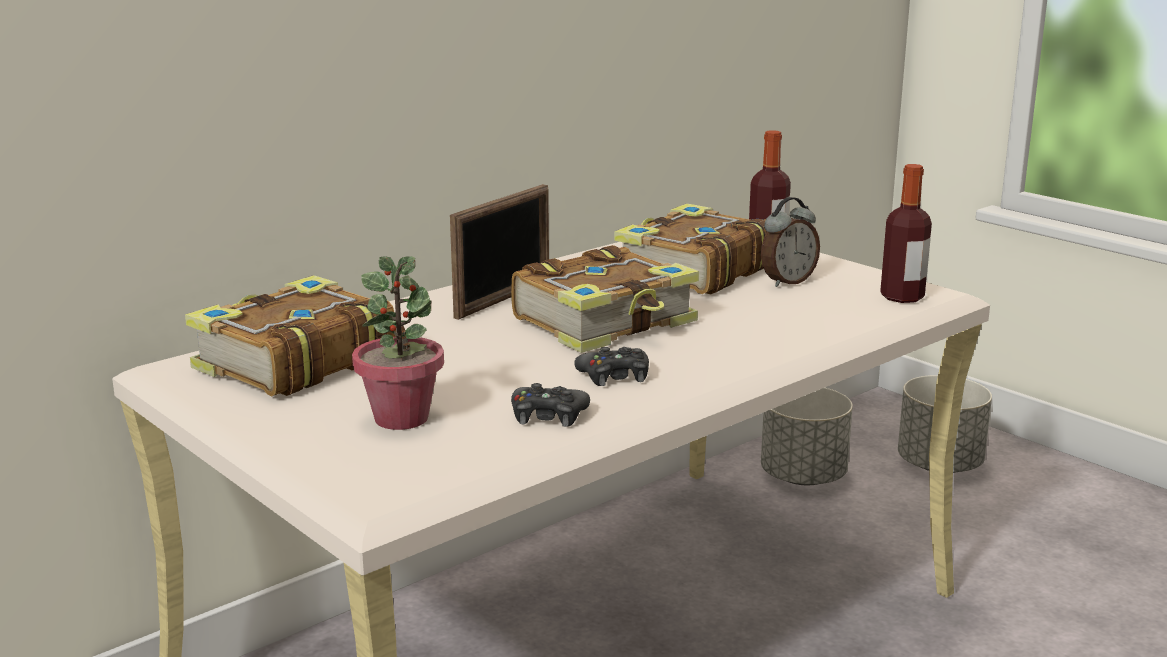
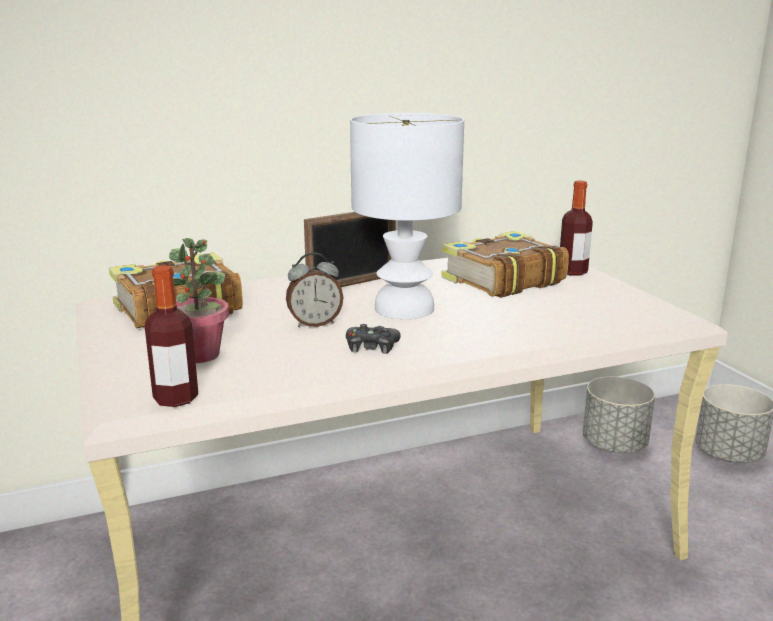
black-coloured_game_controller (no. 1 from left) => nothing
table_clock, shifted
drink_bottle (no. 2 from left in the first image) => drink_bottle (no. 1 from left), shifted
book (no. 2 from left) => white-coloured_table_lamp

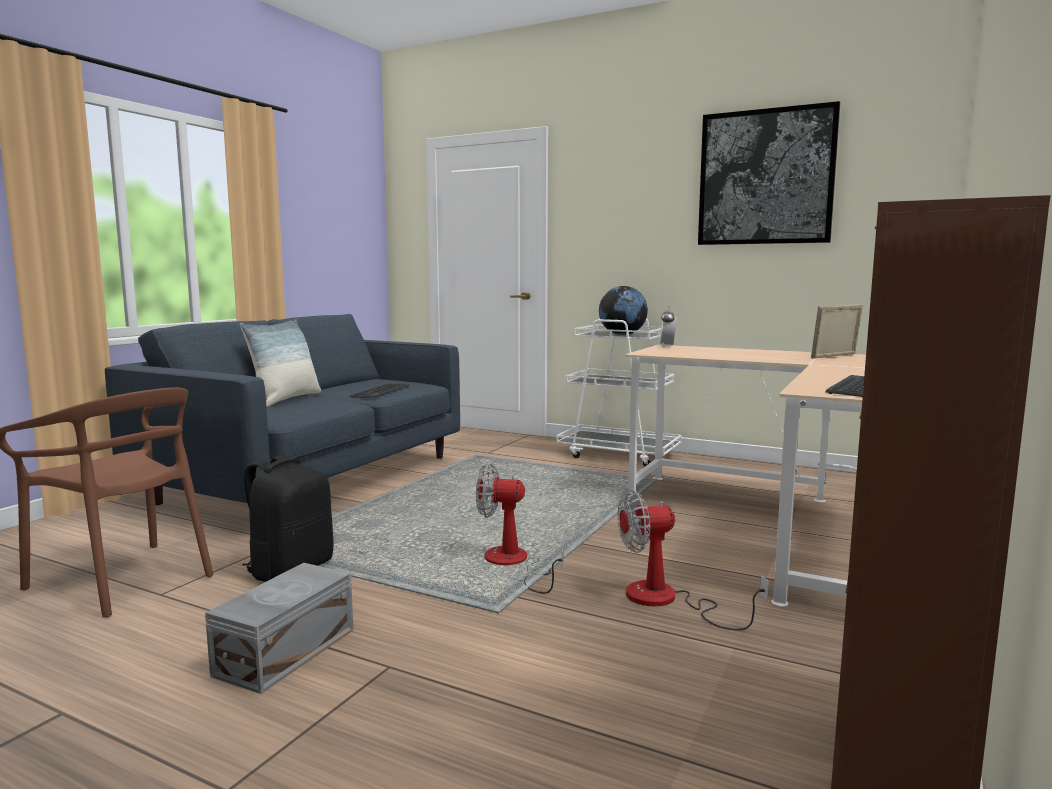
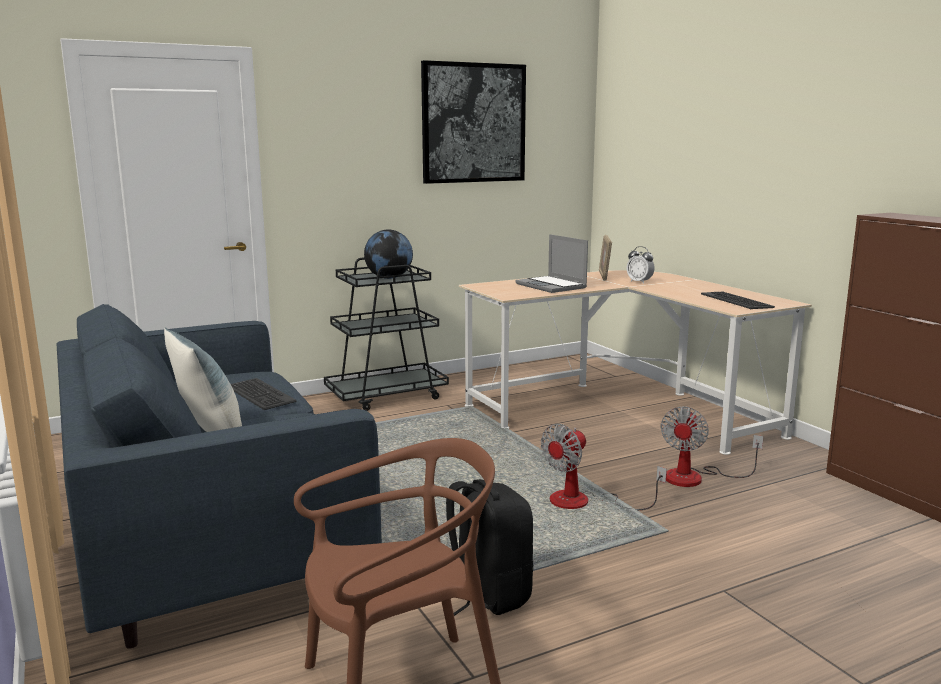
gray_storage_bin => nothing
nothing => laptop
table_clock, shifted
white-coloured_wheeled_cart => black-coloured_wheeled_cart

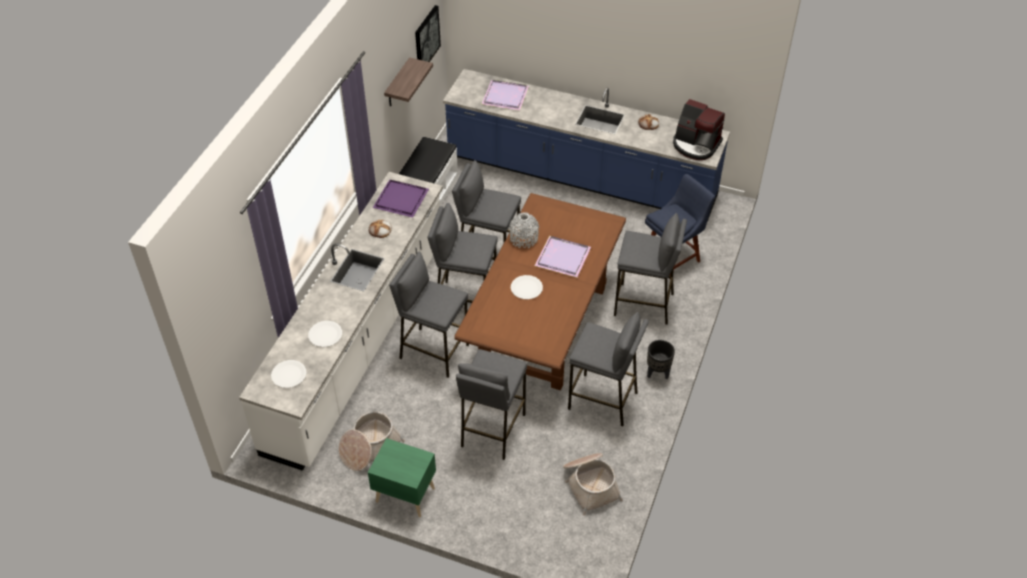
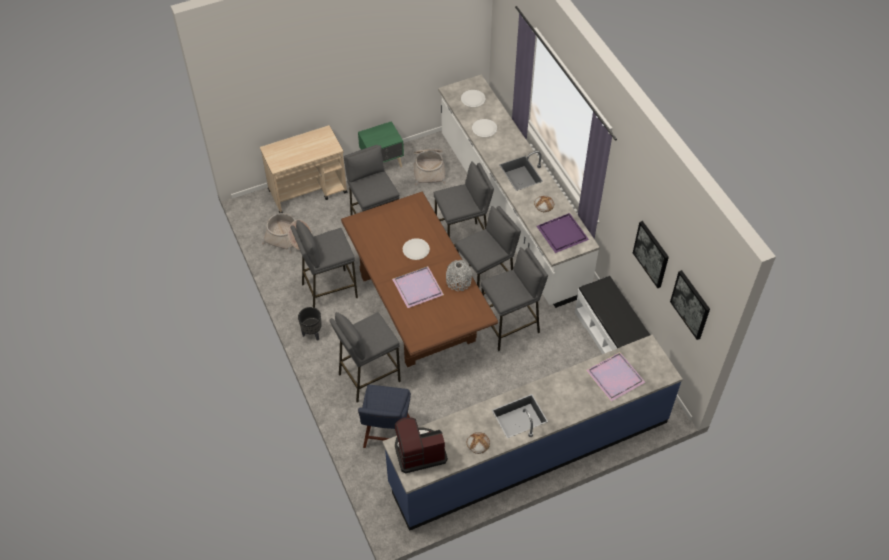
nothing => beige_wheeled_cart
wall_shelf => wall_art (no. 1 from left)

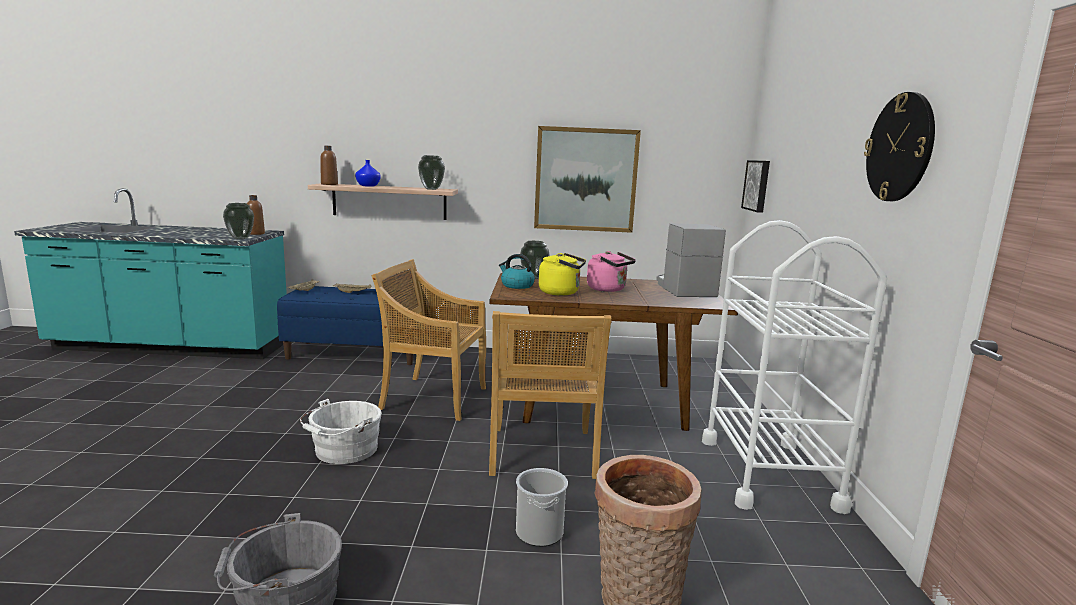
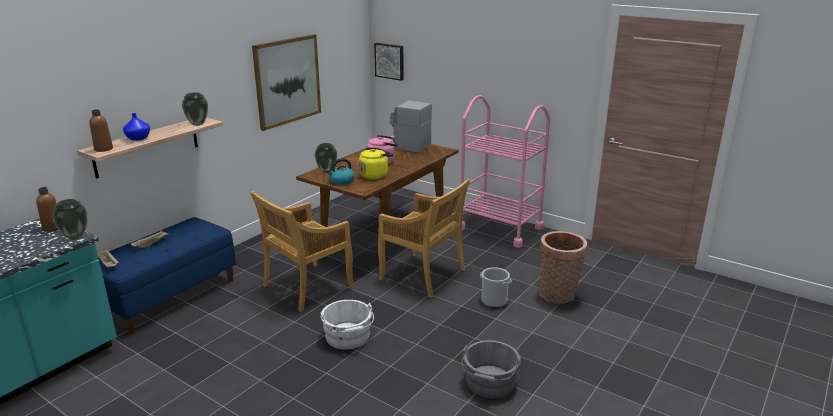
hanging_clock => nothing
white-coloured_wheeled_cart => pink-coloured_wheeled_cart

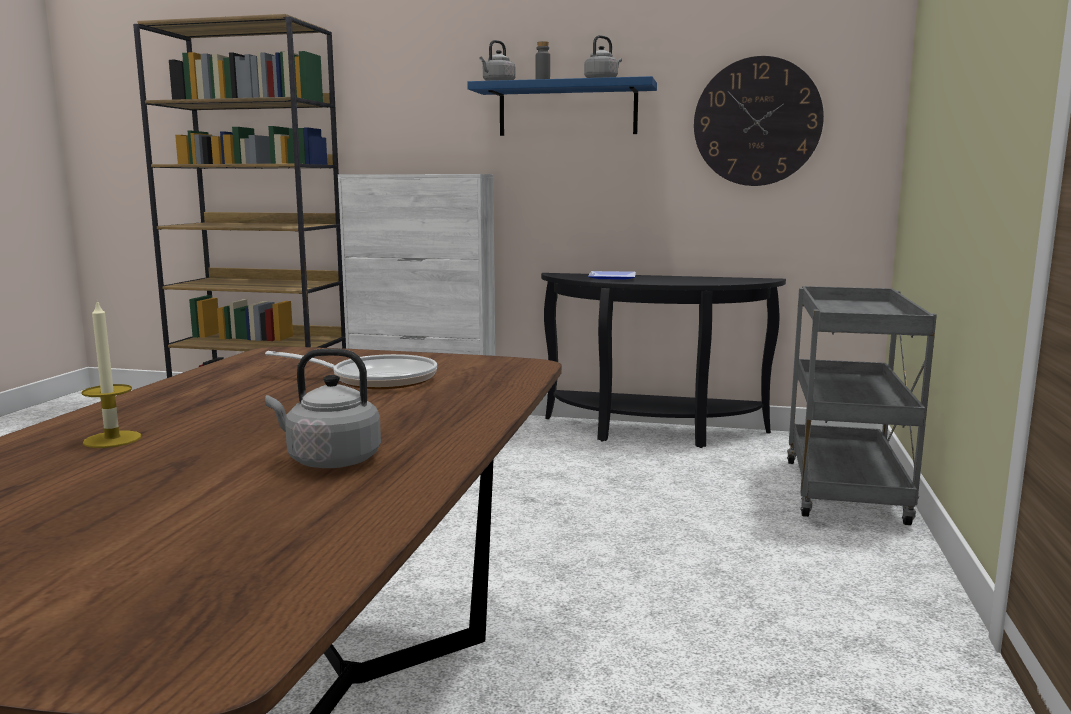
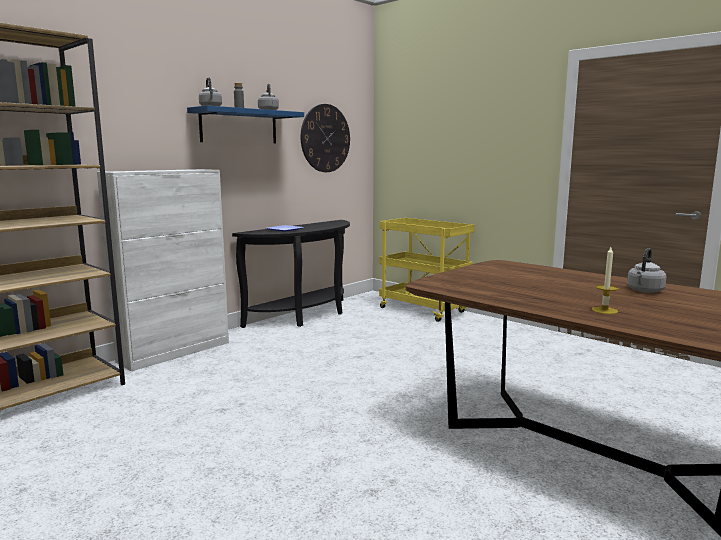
frying_pan => nothing
gray_wheeled_cart => yellow-coloured_wheeled_cart

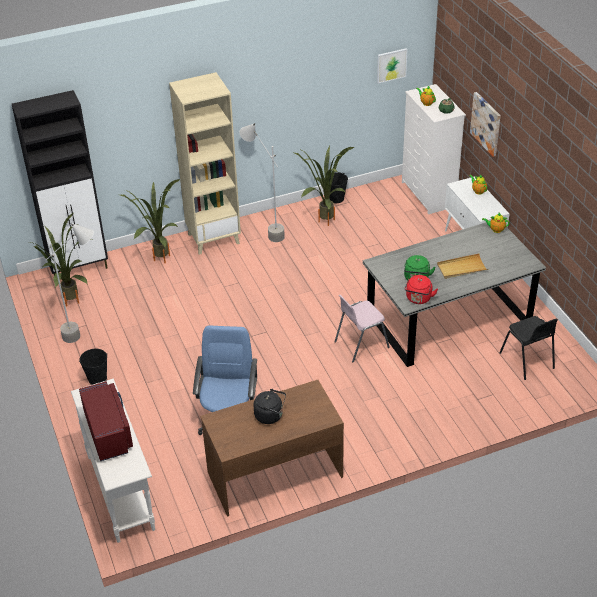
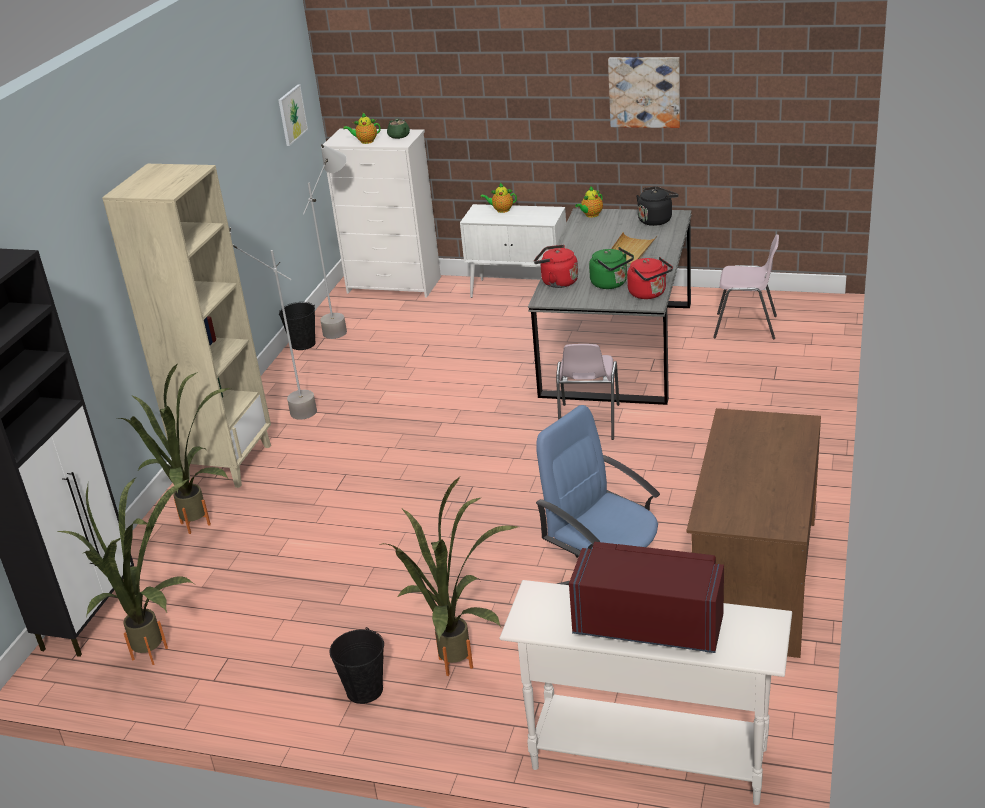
nothing => reddish_water_kettle (no. 1 from left)
gray_floor_lamp (no. 1 from left in the first image) => gray_floor_lamp (no. 2 from left), shifted
black-coloured_water_kettle, shifted
plant_in_a_pot (no. 3 from left), shifted
wall_art (no. 2 from left), shifted
black-coloured_plain_chair => pink-coloured_plain_chair (no. 2 from left)

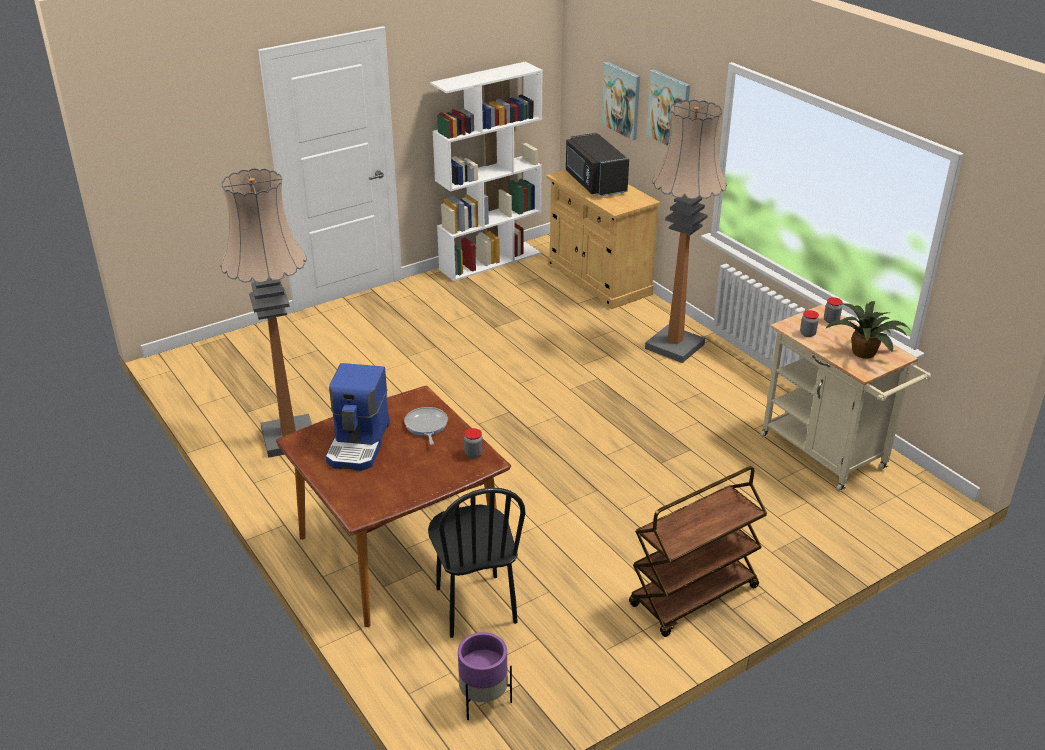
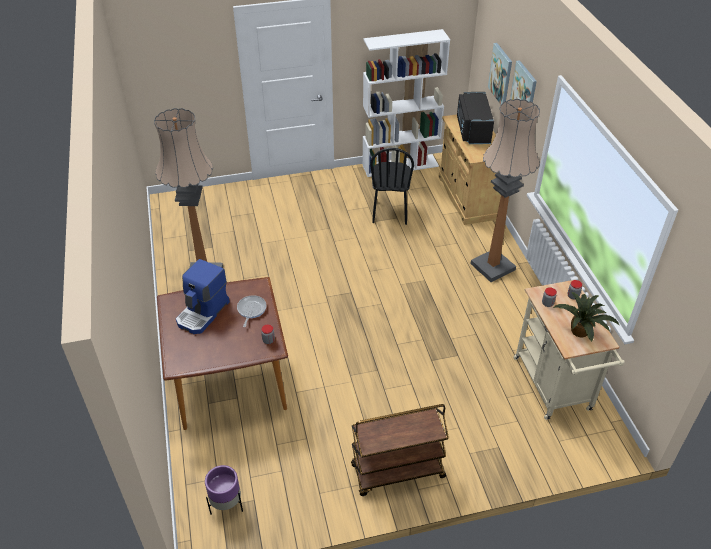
black-coloured_plain_chair, shifted

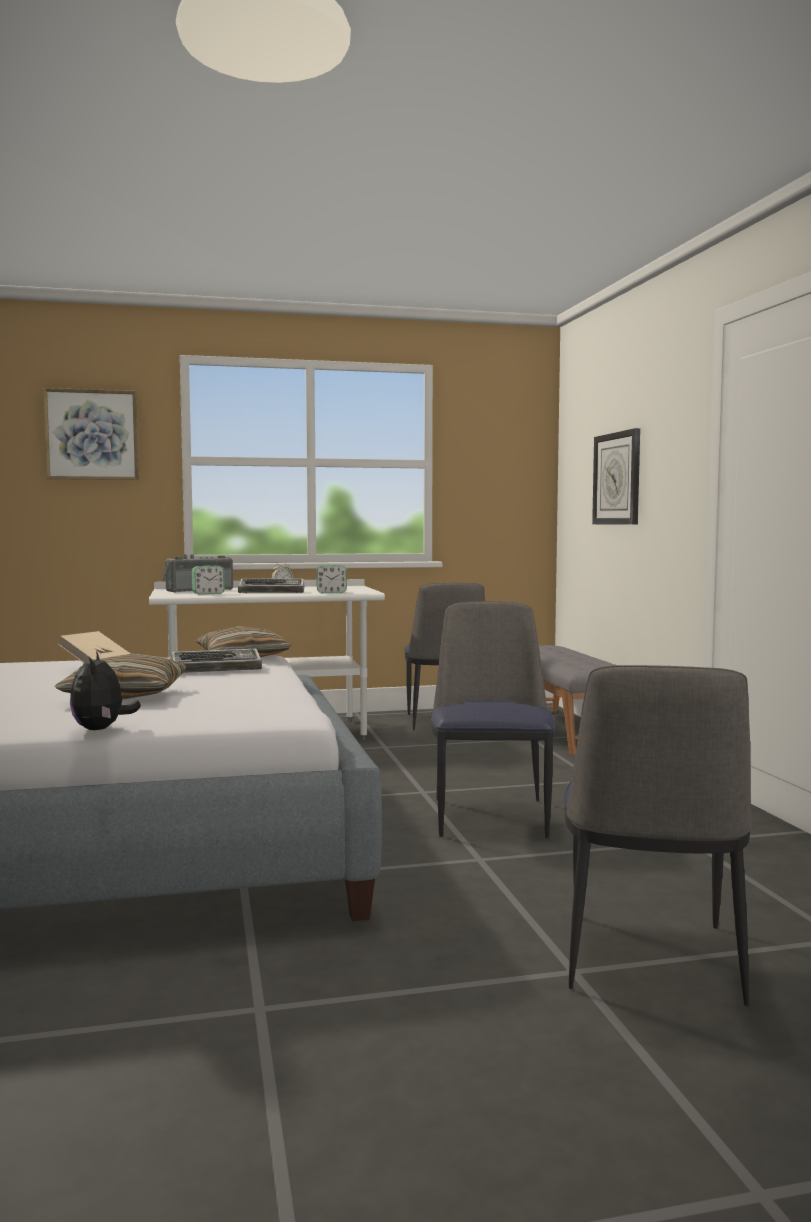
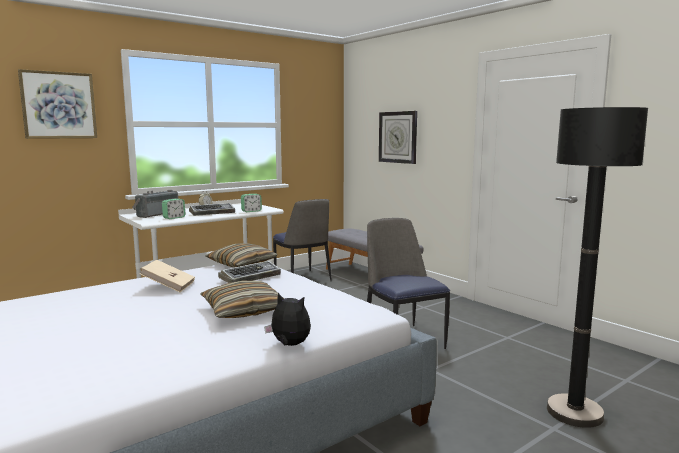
plain_chair (no. 3 from left) => black-coloured_floor_lamp
cuddly_toy, 150 degrees clockwise

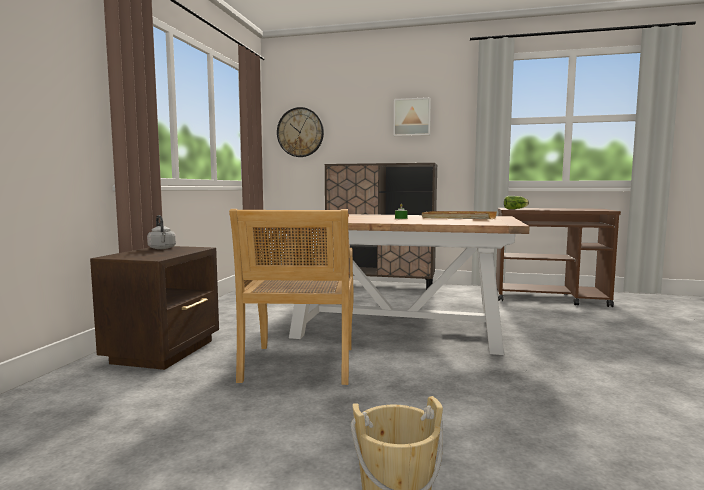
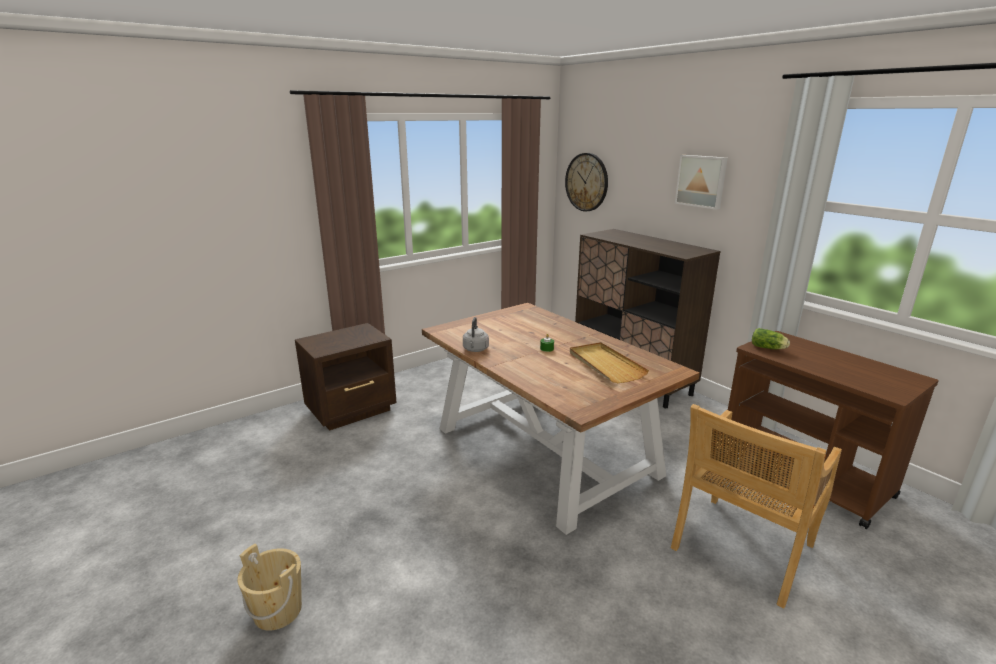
gray_water_kettle, shifted
beige_plain_chair, shifted

